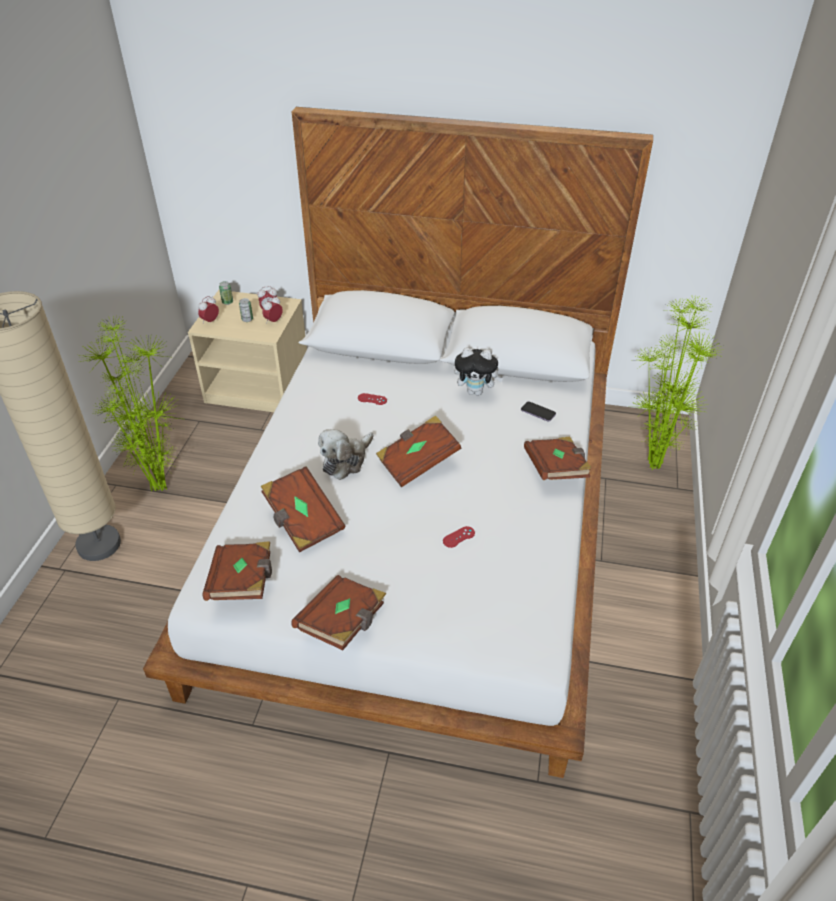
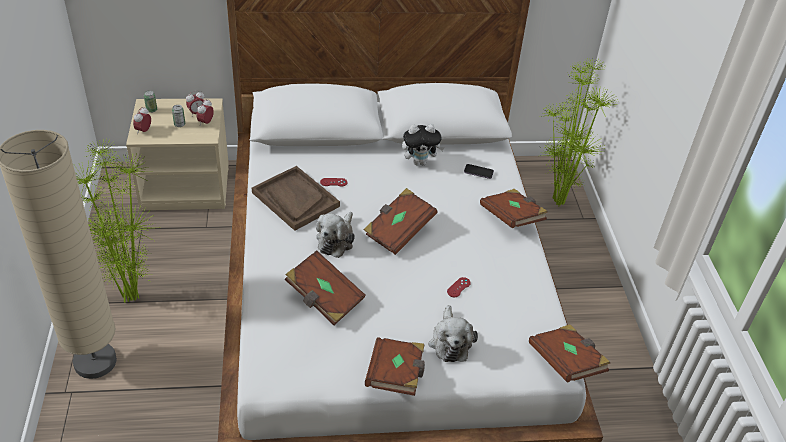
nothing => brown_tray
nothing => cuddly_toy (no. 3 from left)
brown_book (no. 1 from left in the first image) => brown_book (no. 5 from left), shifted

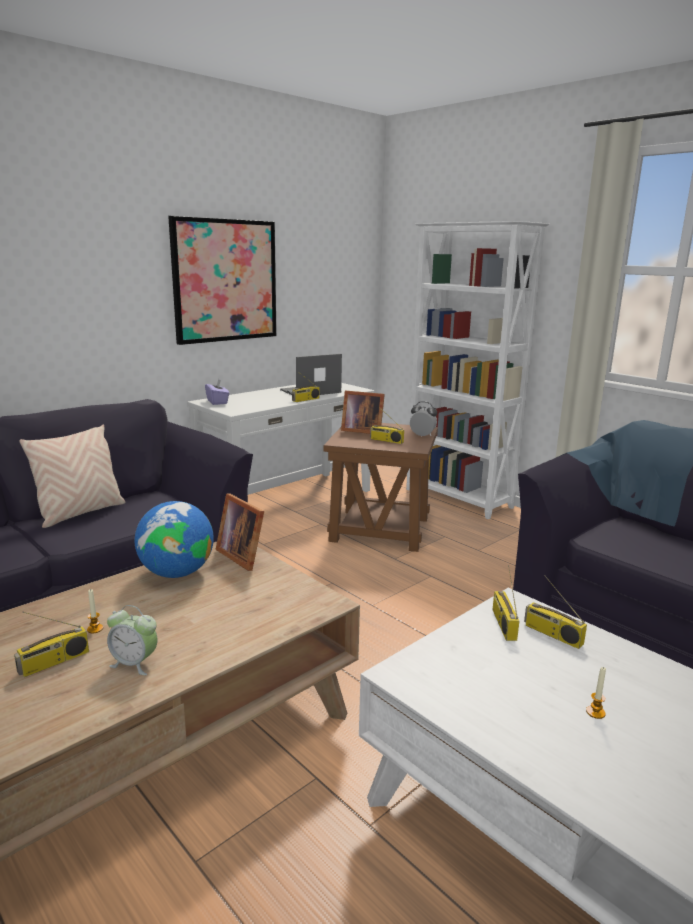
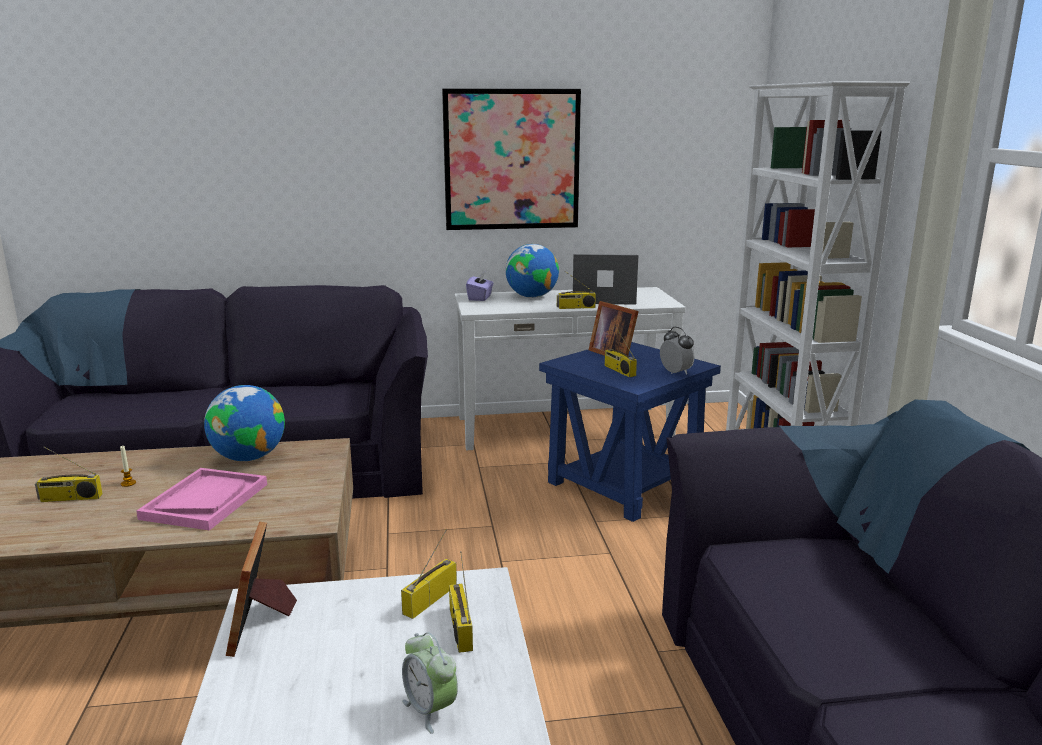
beige_cushion => nothing
wax_light (no. 2 from left) => nothing
nothing => pink-coloured_tray
nothing => desk_globe (no. 2 from left)
table_clock (no. 1 from left), shifted
picture_frame (no. 1 from left), shifted
brown_end_table => blue-coloured_end_table

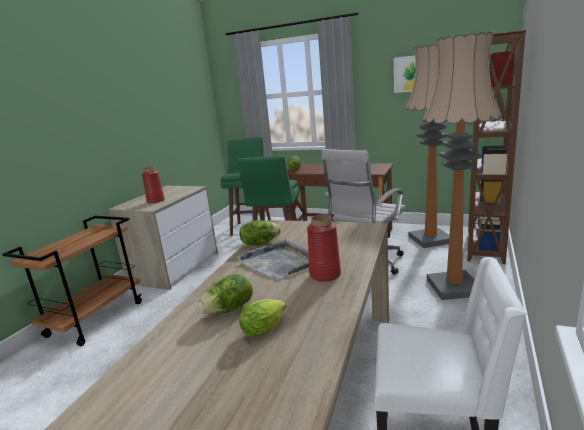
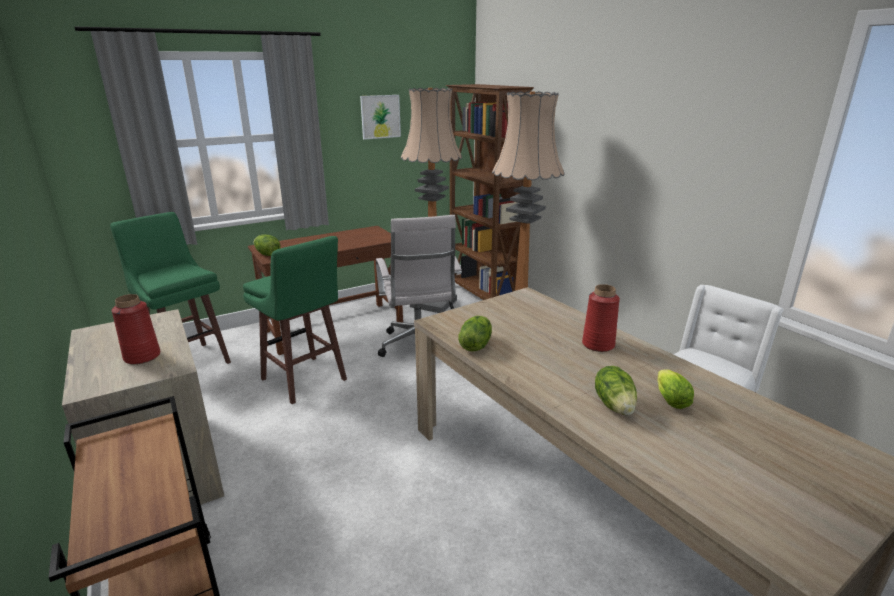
gray_tray => nothing

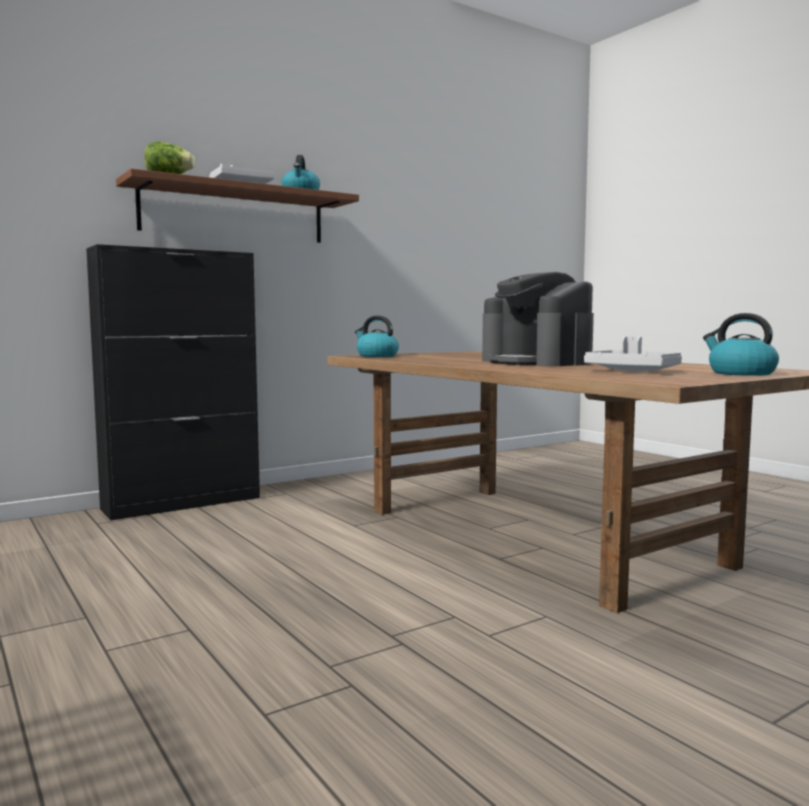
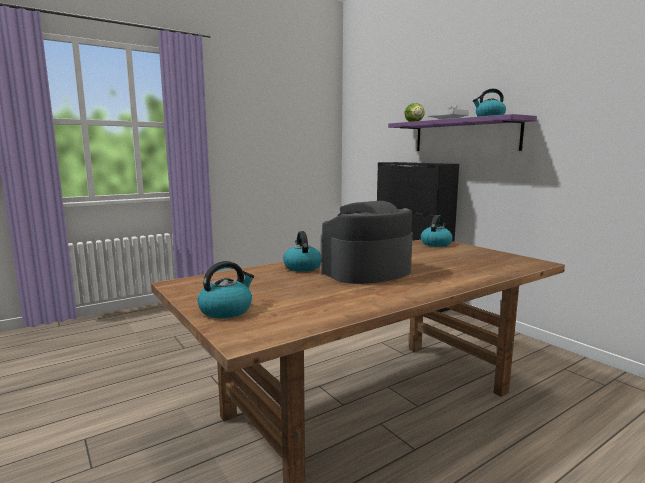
gray_tray (no. 2 from left) => nothing
nothing => water_kettle (no. 2 from left)
brown_wall_shelf => purple_wall_shelf

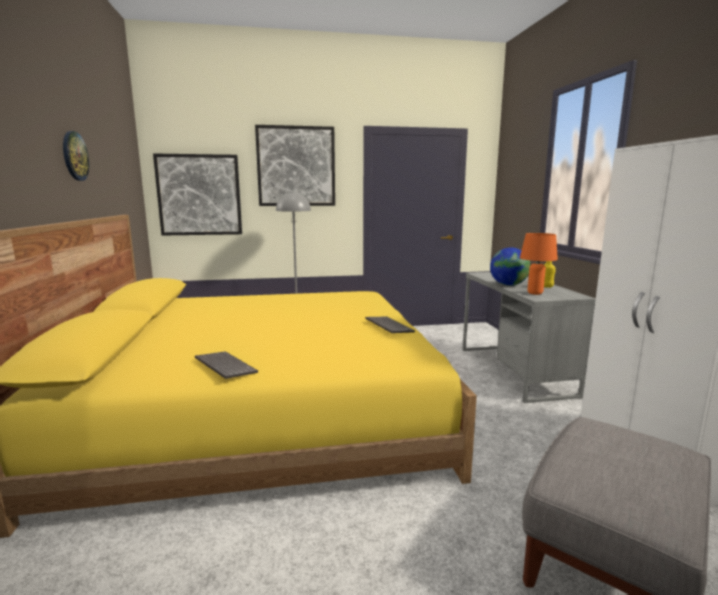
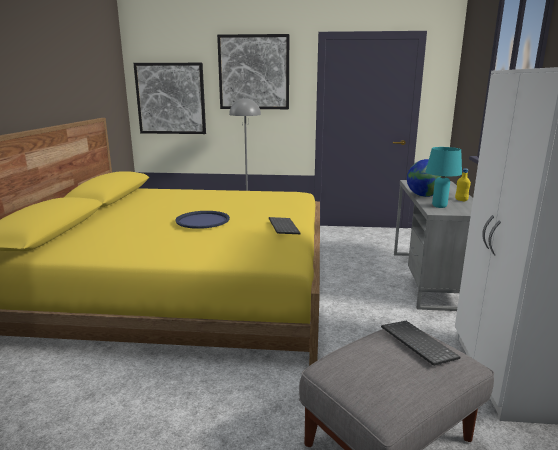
hanging_clock => nothing
nothing => blue-coloured_tray
PC_keyboard (no. 1 from left in the first image) => PC_keyboard (no. 2 from left), shifted
orangey_table_lamp => turquoise_table_lamp

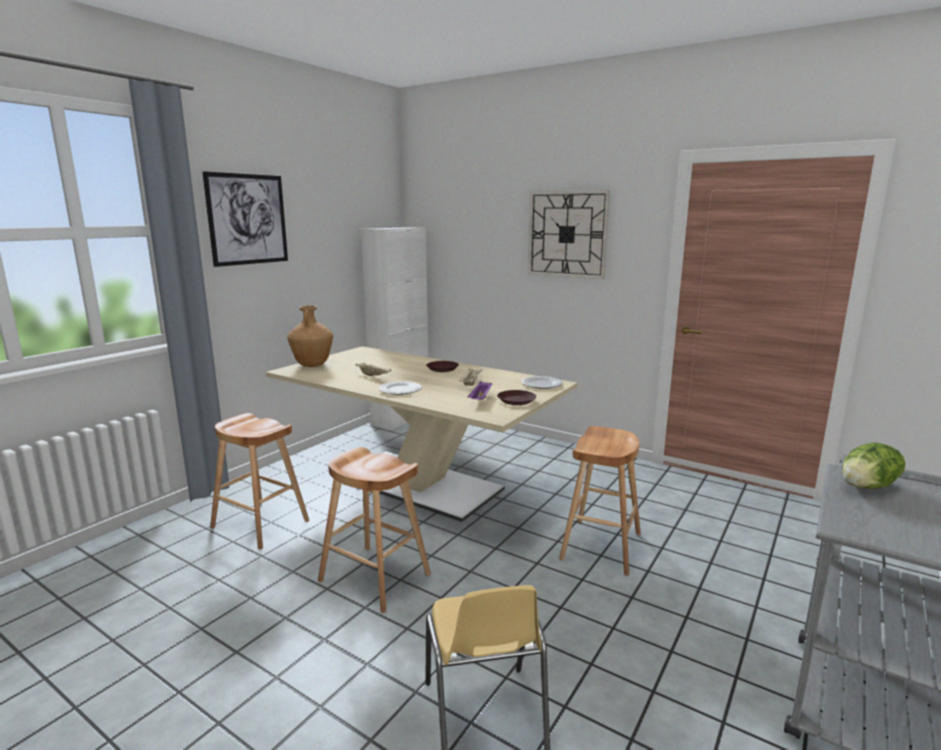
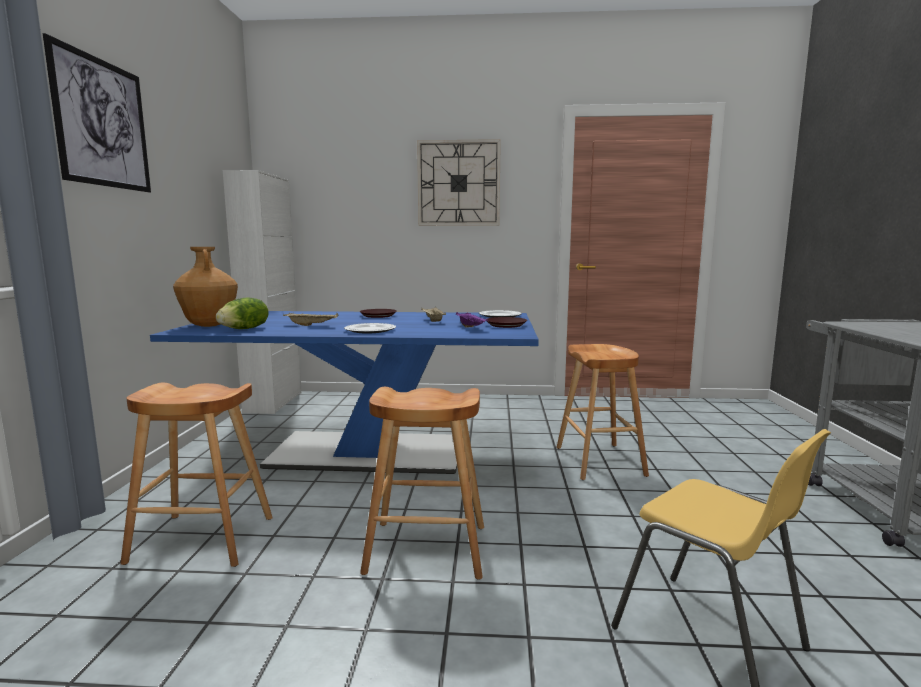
lettuce_head, shifted
beige_dining_table => blue-coloured_dining_table

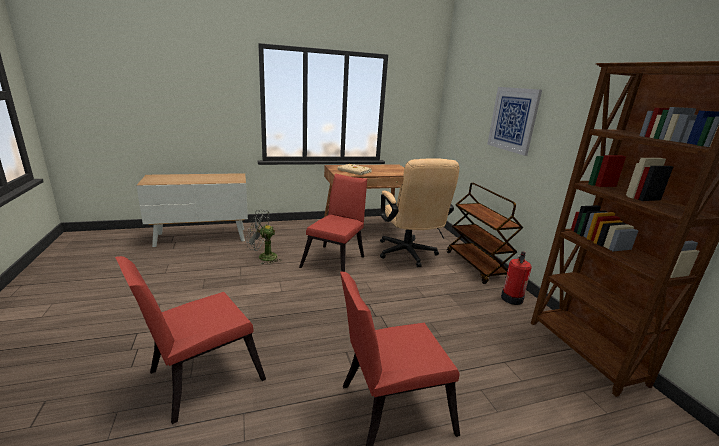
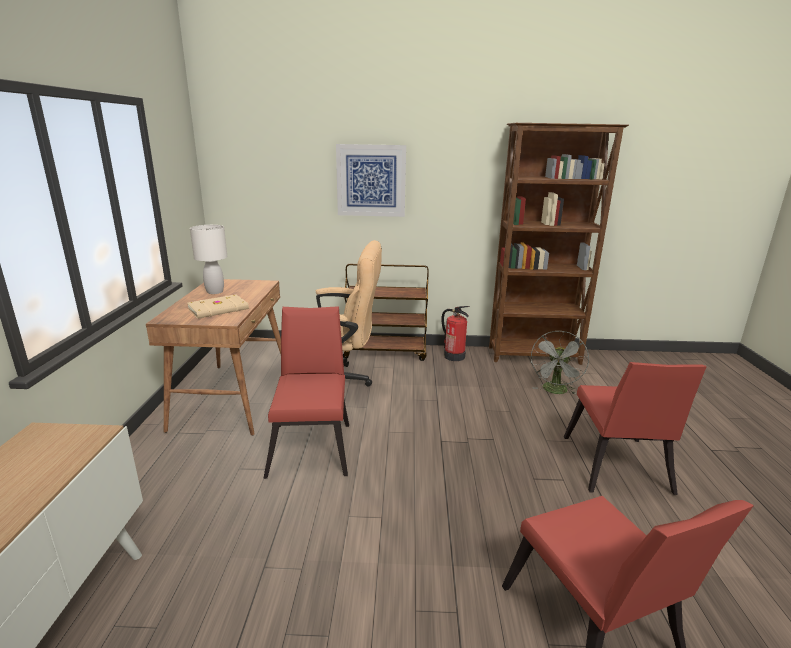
nothing => white-coloured_table_lamp
gray_electric_fan, shifted
reddish_plain_chair (no. 2 from left in the first image) => reddish_plain_chair (no. 1 from left), 45 degrees clockwise

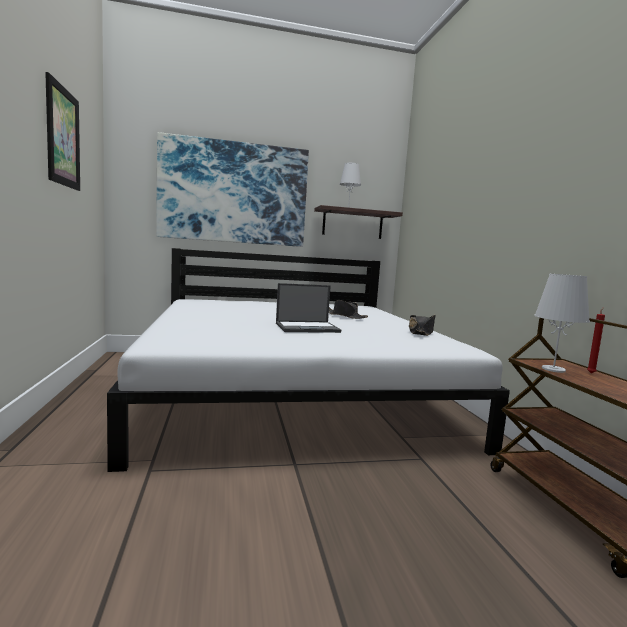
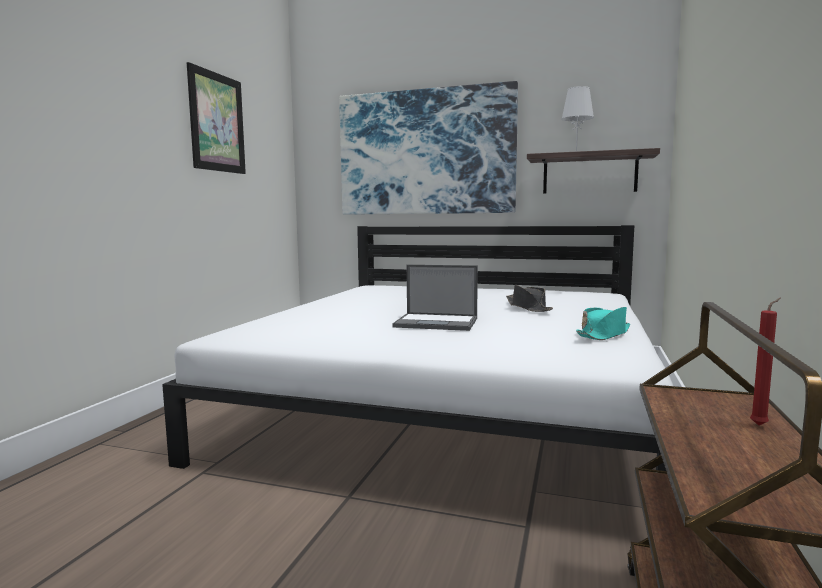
white-coloured_table_lamp (no. 2 from left) => nothing
black-coloured_clothing_hat (no. 2 from left) => turquoise_clothing_hat

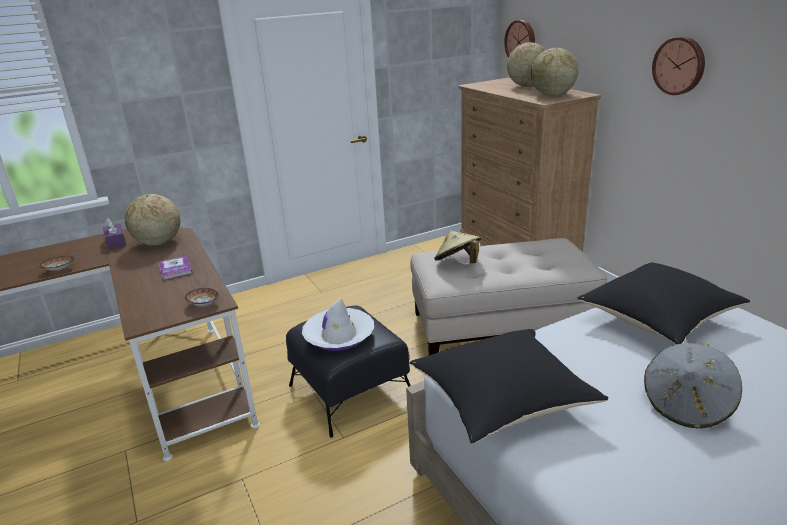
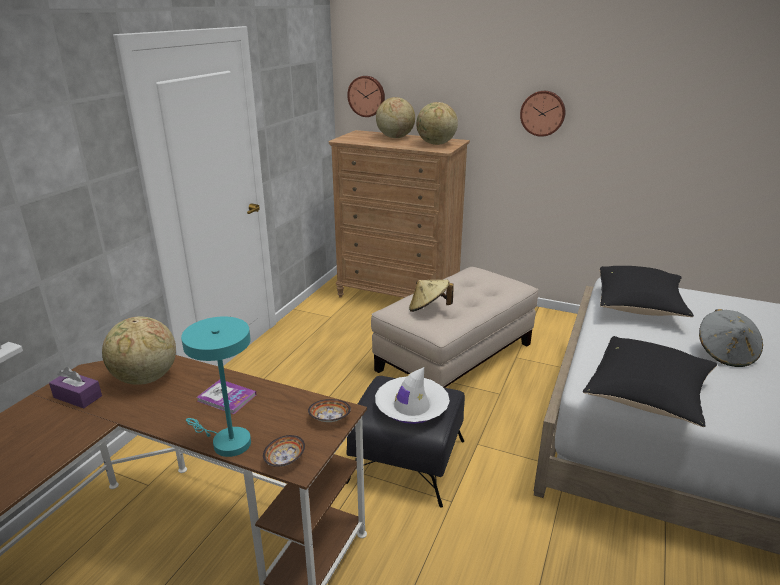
nothing => turquoise_table_lamp
serving_bowl (no. 1 from left), shifted

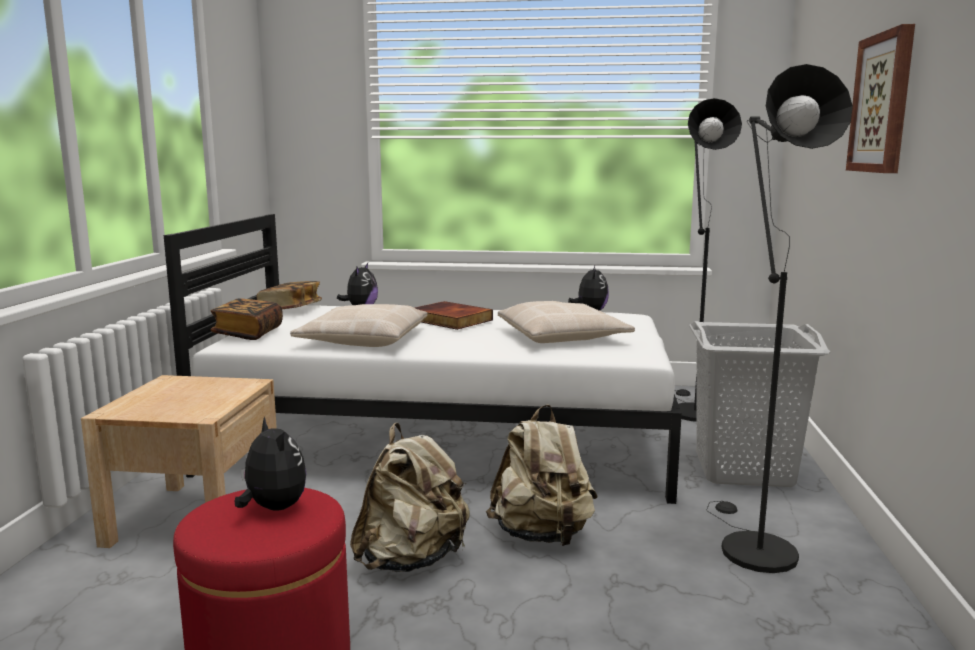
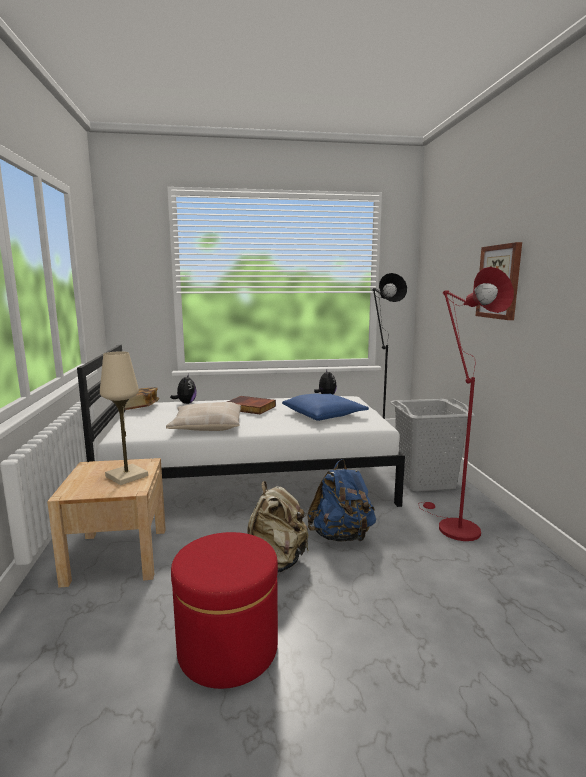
book (no. 1 from left) => nothing
cuddly_toy (no. 1 from left) => nothing
nothing => beige_table_lamp
beige_backpack (no. 2 from left) => blue-coloured_backpack
beige_cushion (no. 2 from left) => blue-coloured_cushion
black-coloured_floor_lamp (no. 2 from left) => reddish_floor_lamp

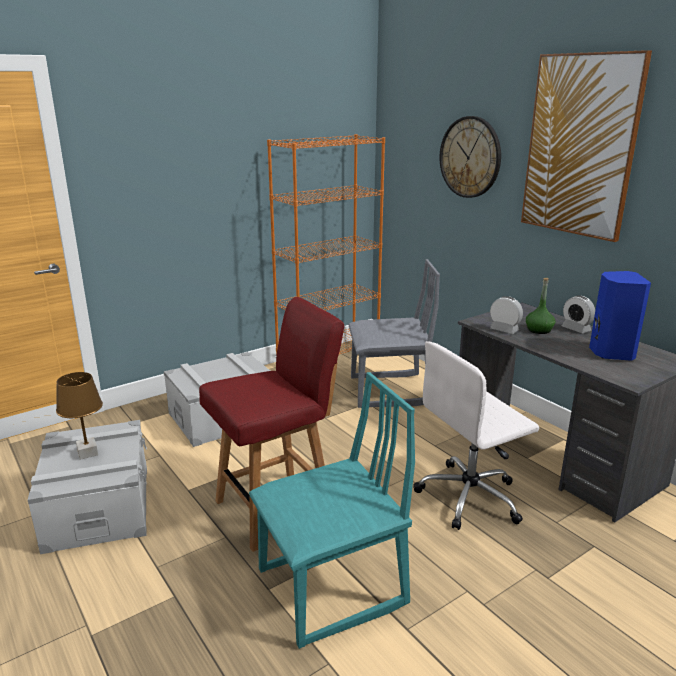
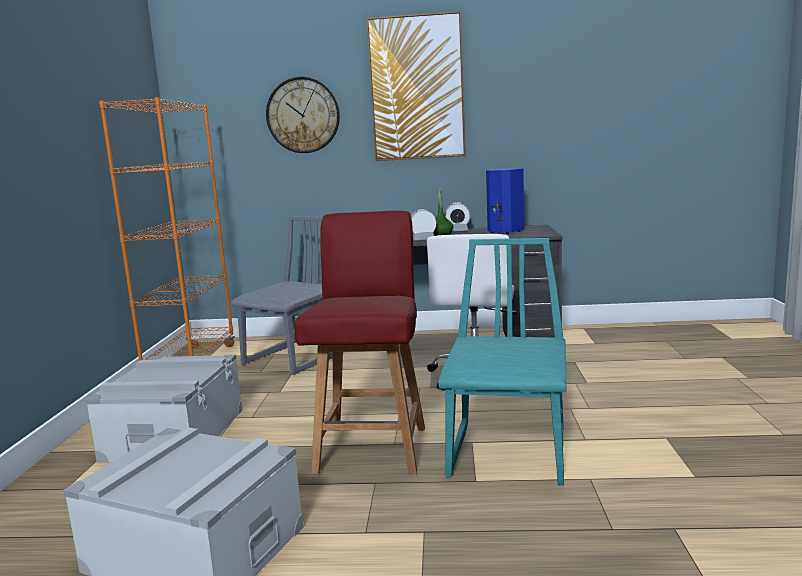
brown_table_lamp => nothing

